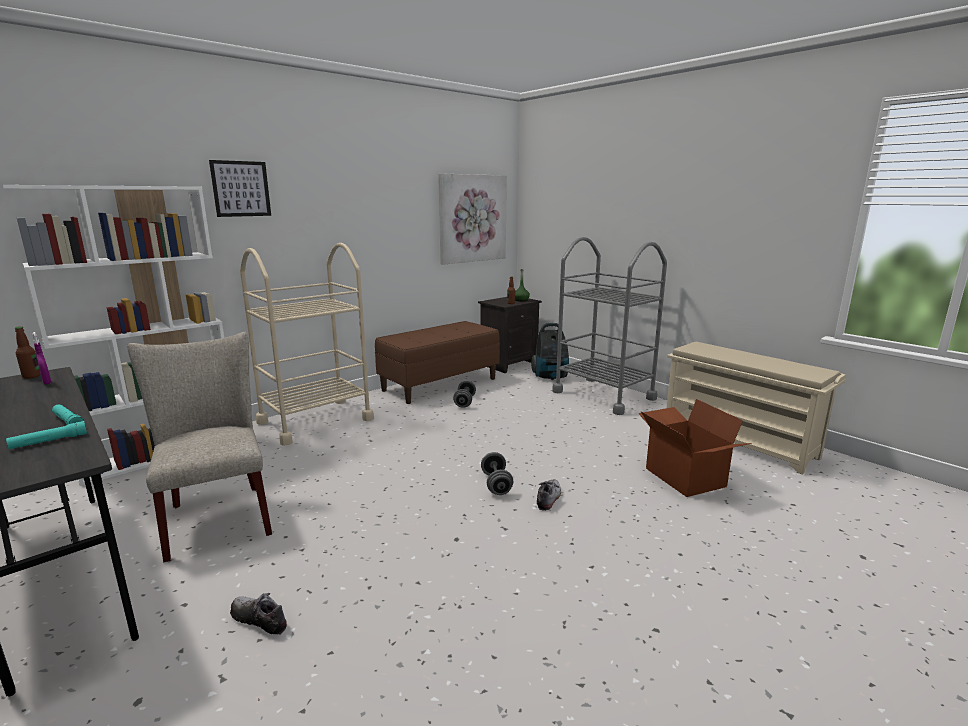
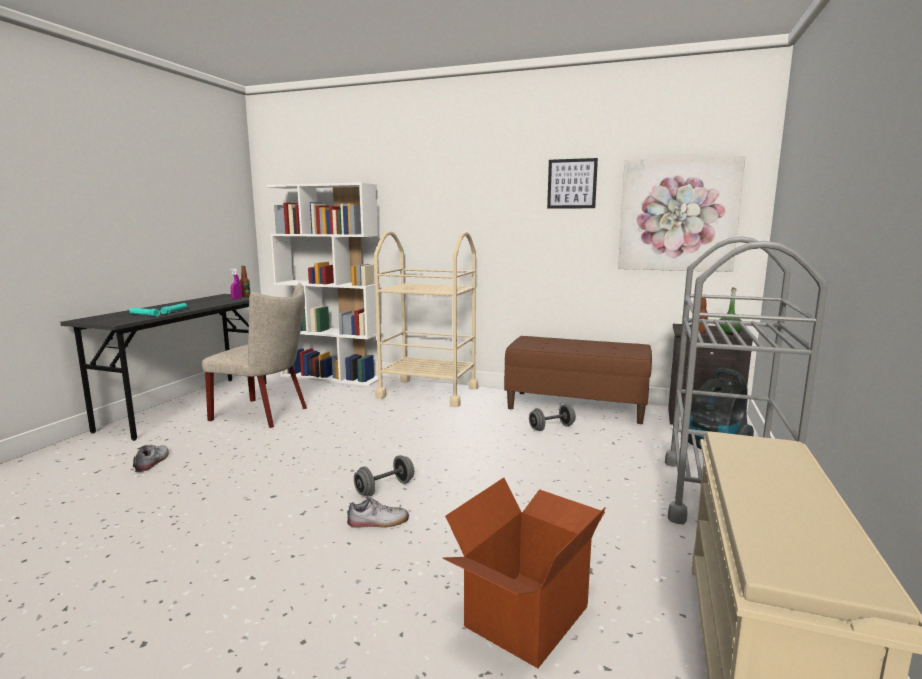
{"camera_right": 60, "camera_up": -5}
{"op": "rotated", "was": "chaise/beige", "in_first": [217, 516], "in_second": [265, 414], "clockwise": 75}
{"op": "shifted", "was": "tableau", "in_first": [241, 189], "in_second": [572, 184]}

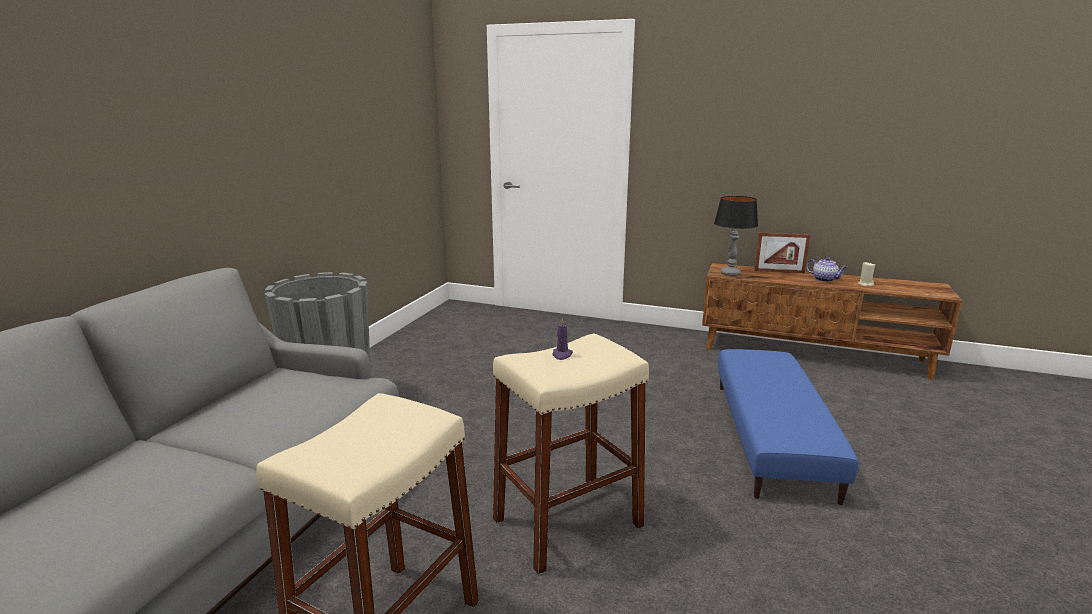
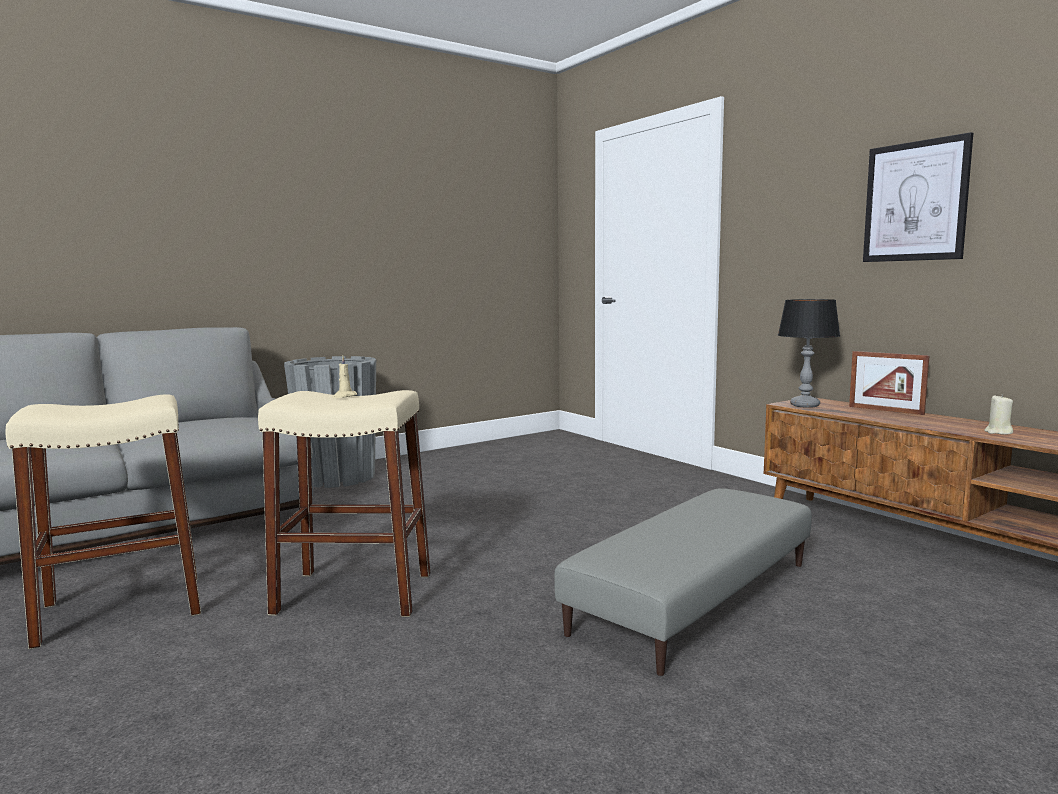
{"camera_right": 35, "camera_up": -10}
{"op": "repainted", "was": "bougie/violet", "now": "bougie/beige", "in_first": [562, 355], "in_second": [344, 396]}
{"op": "repainted", "was": "pouf/bleu", "now": "pouf/gris", "in_first": [772, 437], "in_second": [695, 597]}
{"op": "gone", "was": "théière", "in_first": [825, 279]}
{"op": "new", "now": "tableau", "in_second": [915, 201]}

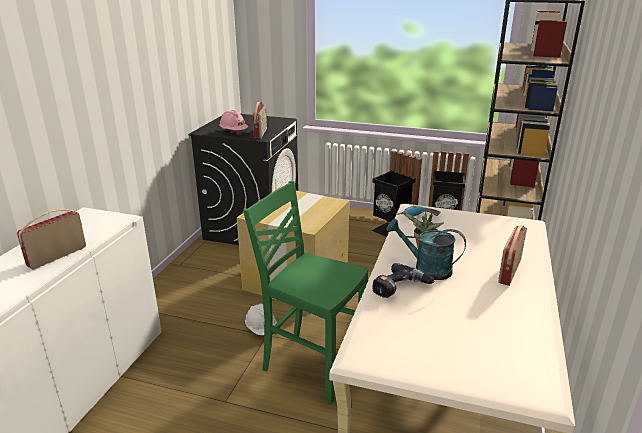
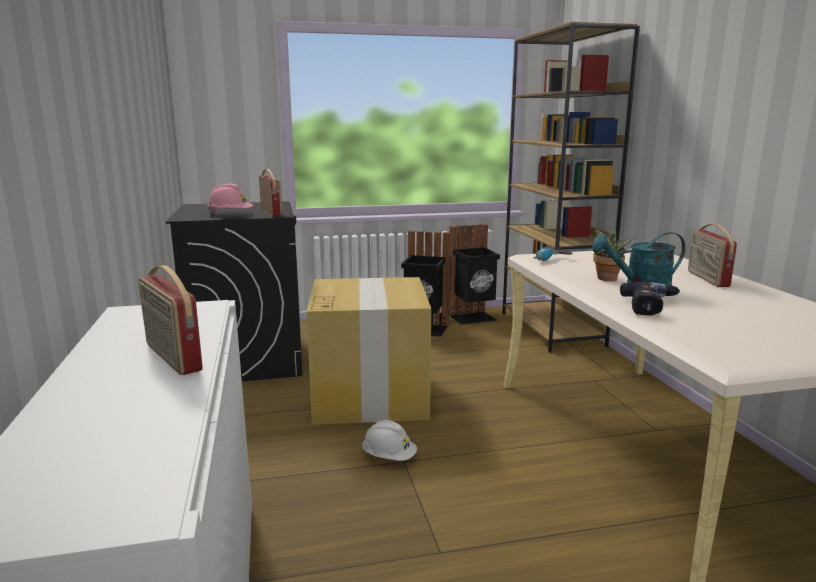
{"camera_right": -30, "camera_up": -10}
{"op": "rotated", "was": "radio", "in_first": [56, 256], "in_second": [171, 357], "clockwise": -45}
{"op": "gone", "was": "chaise/vert", "in_first": [311, 364]}

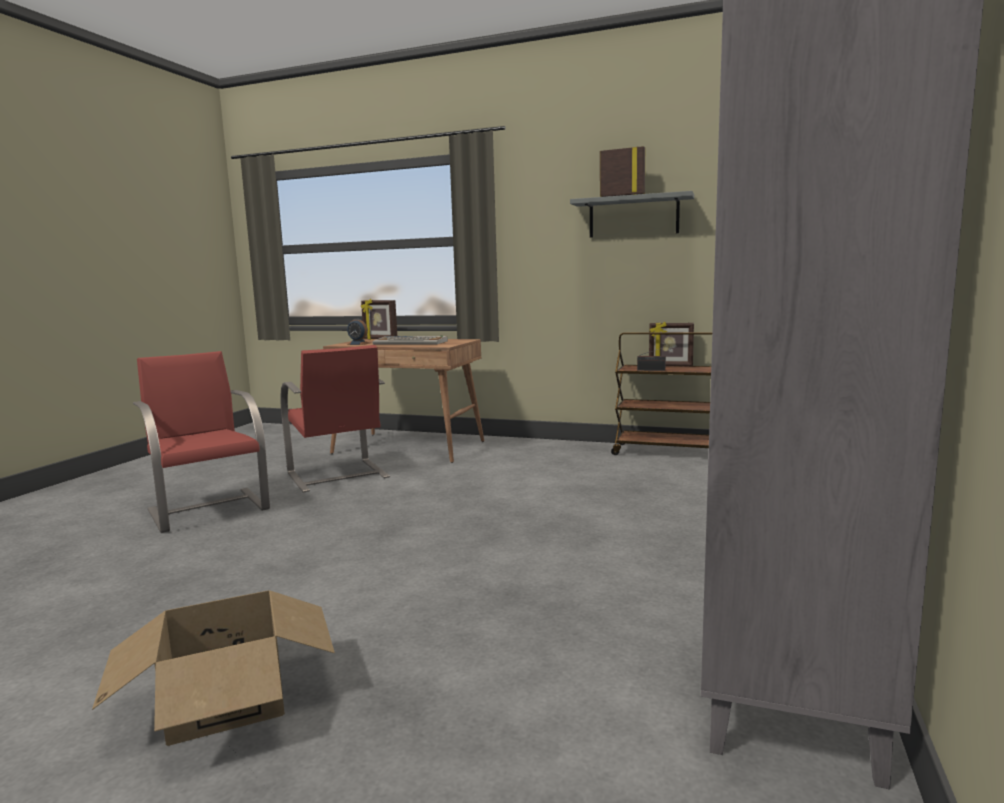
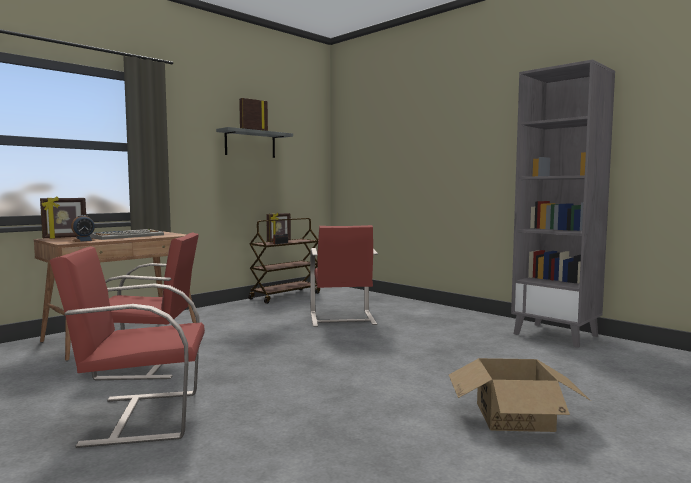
{"camera_right": -65, "camera_up": -5}
{"op": "new", "now": "chaise/rouge", "in_second": [342, 319]}

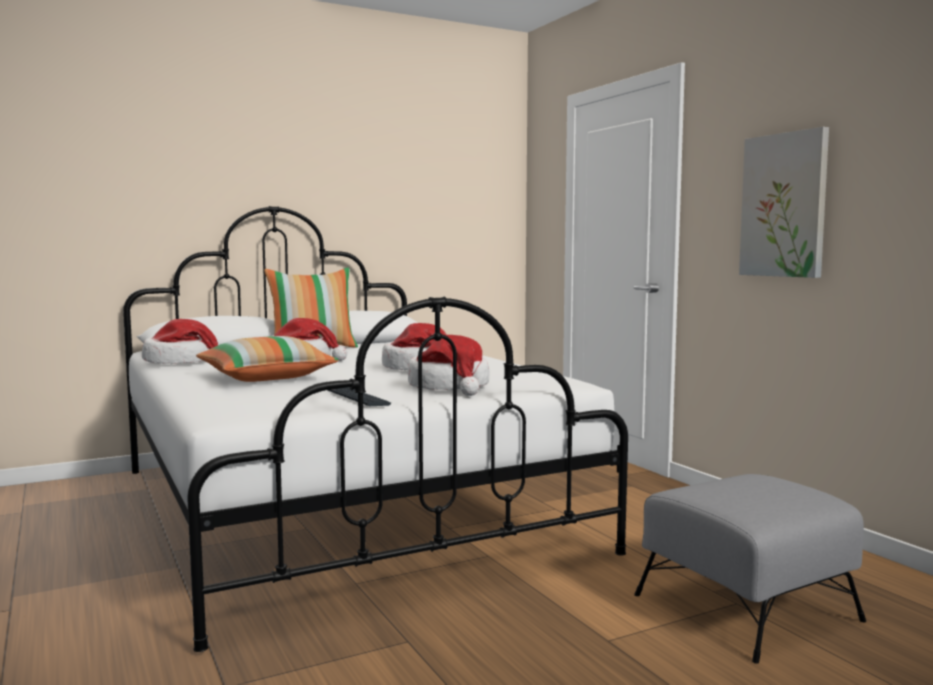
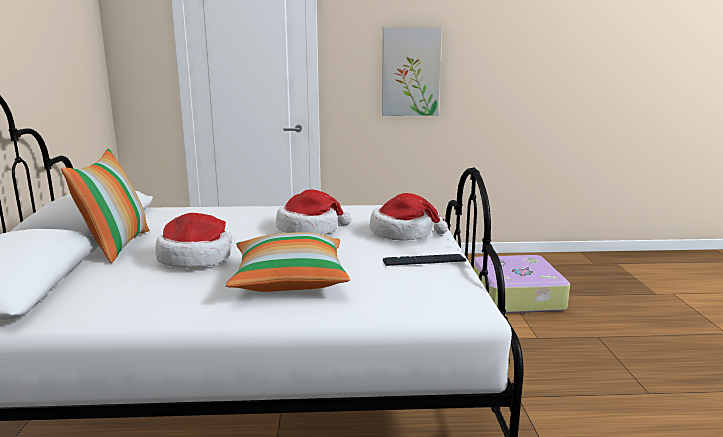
{"camera_right": -65, "camera_up": 10}
{"op": "gone", "was": "chapeau", "in_first": [181, 362]}
{"op": "swapped", "was": "pouf/gris", "now": "valise", "in_first": [744, 607], "in_second": [514, 297]}

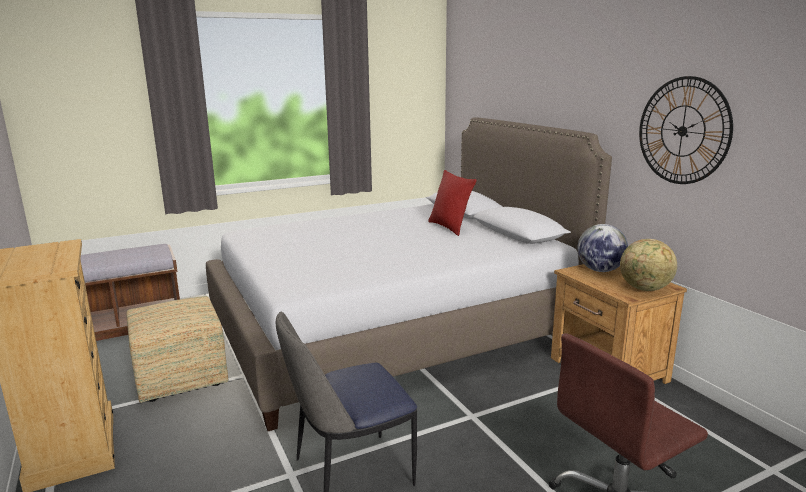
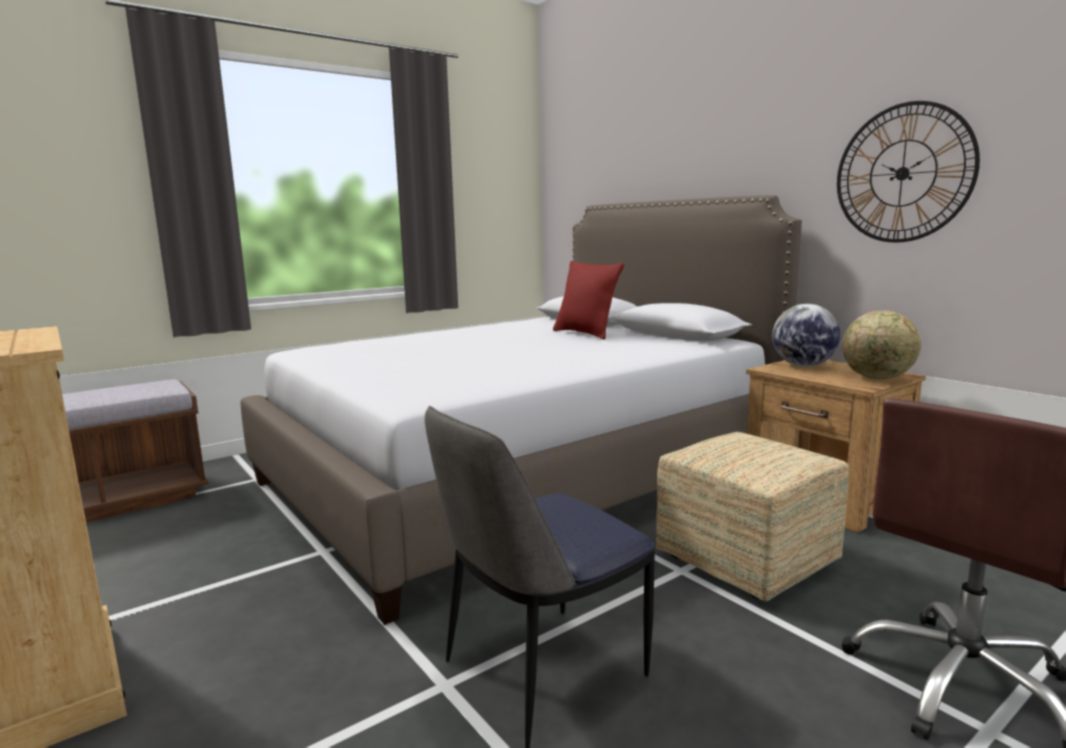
{"camera_right": -10, "camera_up": -5}
{"op": "shifted", "was": "pouf", "in_first": [182, 378], "in_second": [748, 561]}

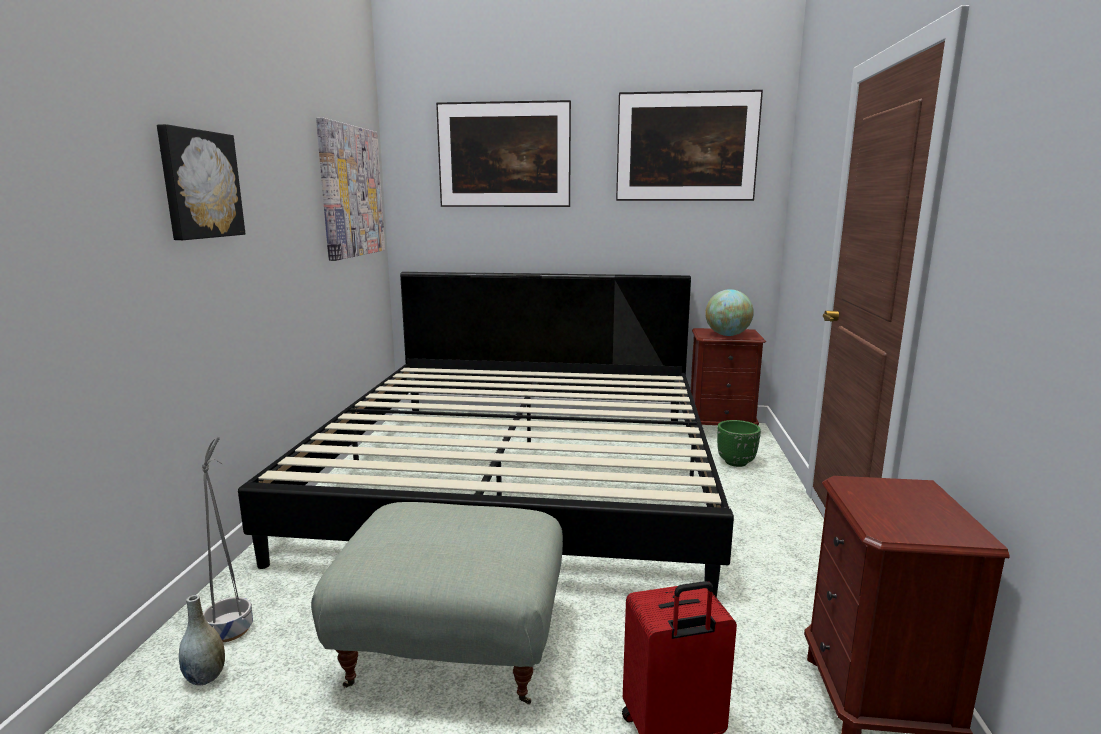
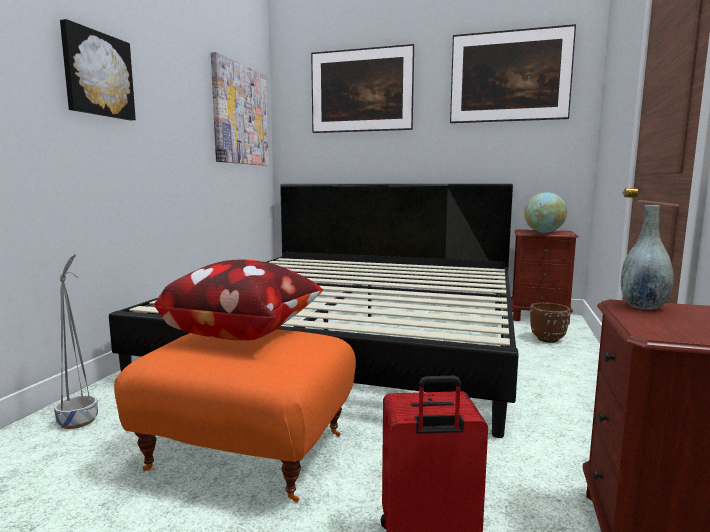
{"camera_right": 10, "camera_up": -5}
{"op": "shifted", "was": "vase/gris", "in_first": [205, 677], "in_second": [643, 306]}
{"op": "repainted", "was": "pouf/gris", "now": "pouf/orange", "in_first": [454, 646], "in_second": [249, 450]}
{"op": "repainted", "was": "cache-pot/vert", "now": "cache-pot/marron", "in_first": [736, 463], "in_second": [547, 340]}
{"op": "new", "now": "coussin", "in_second": [243, 333]}

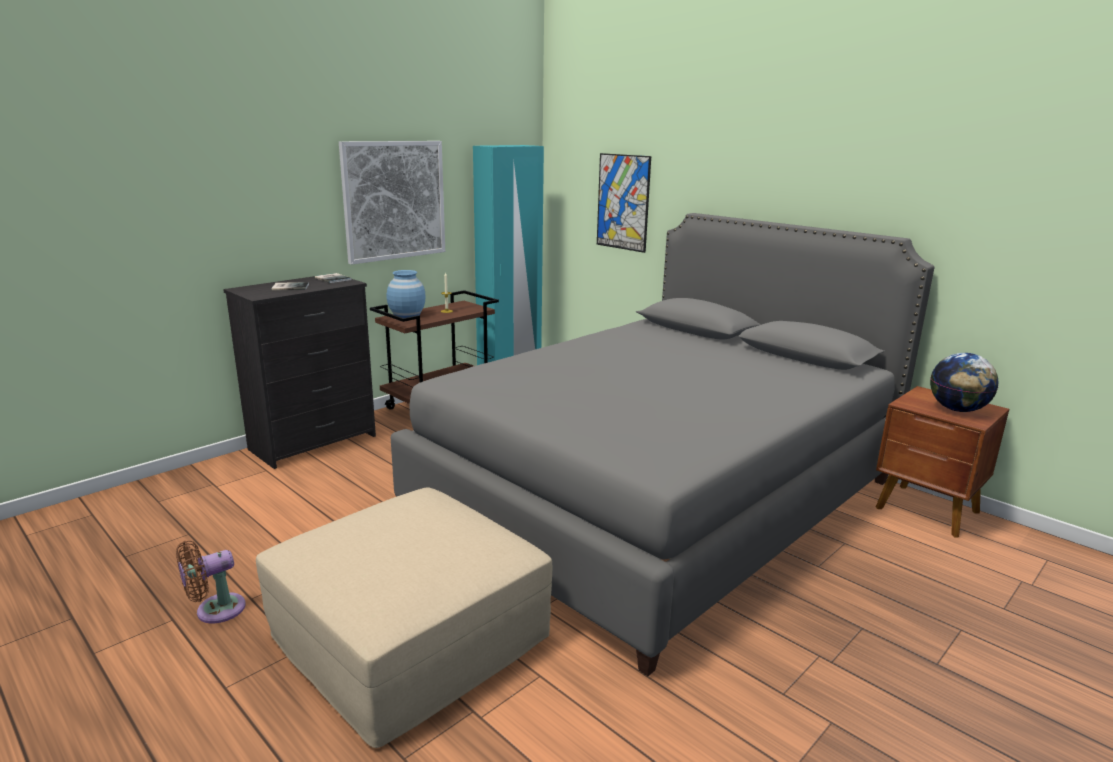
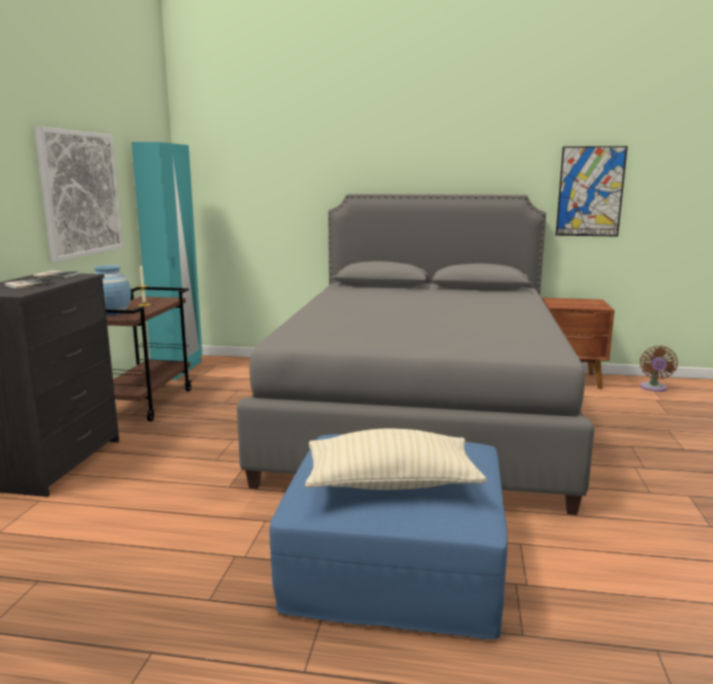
{"camera_right": -35, "camera_up": -5}
{"op": "shifted", "was": "ventilateur/marron", "in_first": [215, 611], "in_second": [653, 388]}
{"op": "repainted", "was": "pouf/beige", "now": "pouf/bleu", "in_first": [410, 635], "in_second": [395, 561]}
{"op": "shifted", "was": "tableau", "in_first": [623, 202], "in_second": [590, 191]}
{"op": "gone", "was": "globe", "in_first": [957, 410]}
{"op": "new", "now": "coussin/beige", "in_second": [391, 483]}

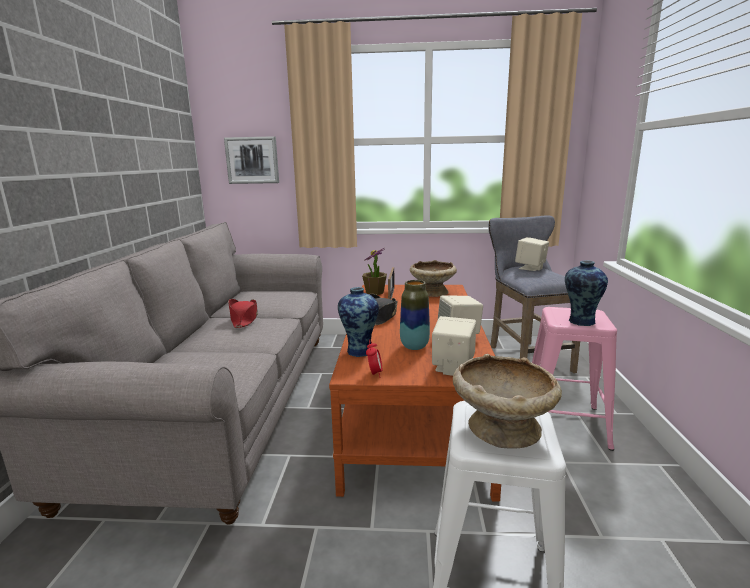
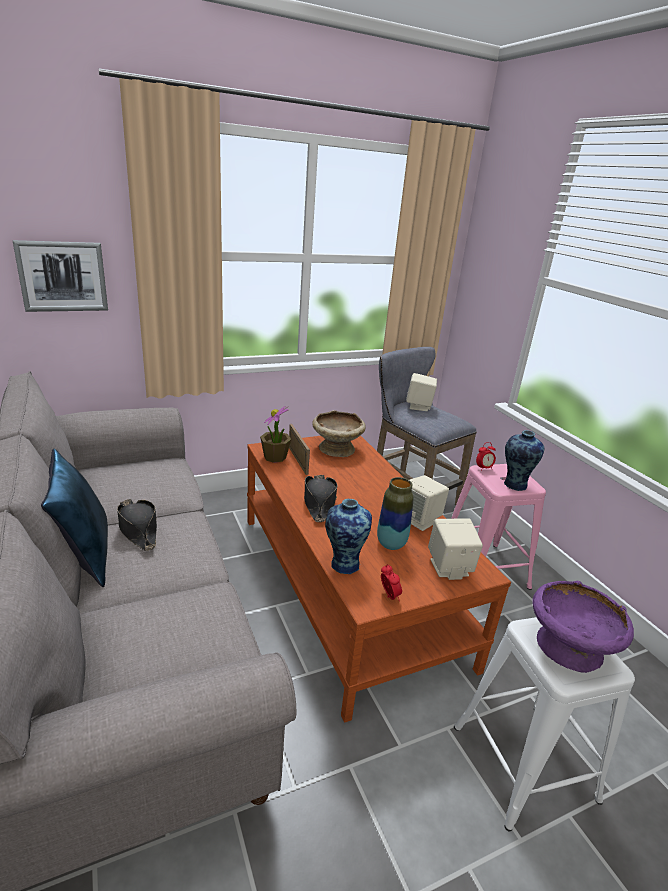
{"camera_right": -30, "camera_up": 10}
{"op": "repainted", "was": "chapeau/rouge", "now": "chapeau/noir", "in_first": [244, 319], "in_second": [138, 529]}
{"op": "repainted", "was": "bol/beige", "now": "bol/violet", "in_first": [501, 429], "in_second": [568, 648]}
{"op": "new", "now": "coussin/bleu", "in_second": [84, 555]}
{"op": "new", "now": "réveil", "in_second": [483, 468]}

